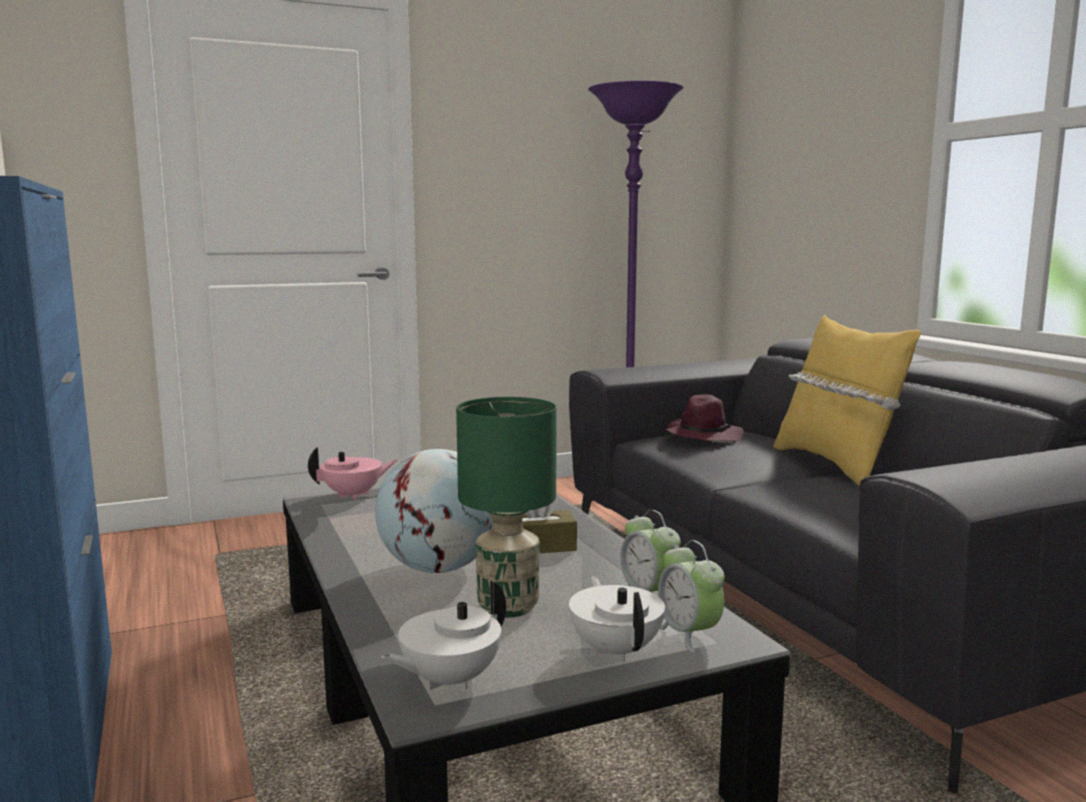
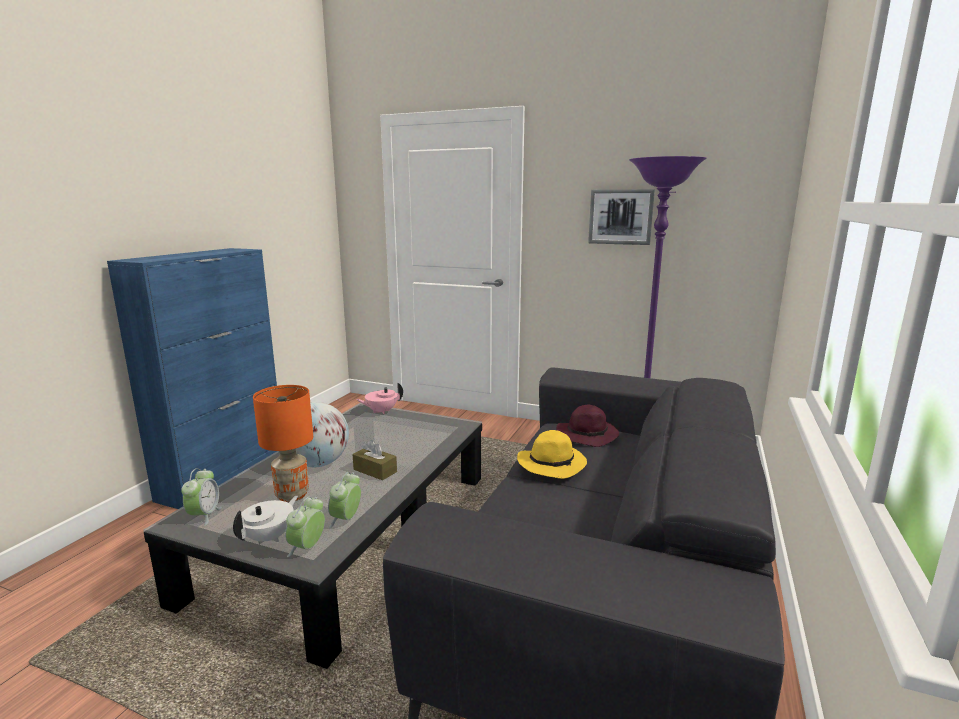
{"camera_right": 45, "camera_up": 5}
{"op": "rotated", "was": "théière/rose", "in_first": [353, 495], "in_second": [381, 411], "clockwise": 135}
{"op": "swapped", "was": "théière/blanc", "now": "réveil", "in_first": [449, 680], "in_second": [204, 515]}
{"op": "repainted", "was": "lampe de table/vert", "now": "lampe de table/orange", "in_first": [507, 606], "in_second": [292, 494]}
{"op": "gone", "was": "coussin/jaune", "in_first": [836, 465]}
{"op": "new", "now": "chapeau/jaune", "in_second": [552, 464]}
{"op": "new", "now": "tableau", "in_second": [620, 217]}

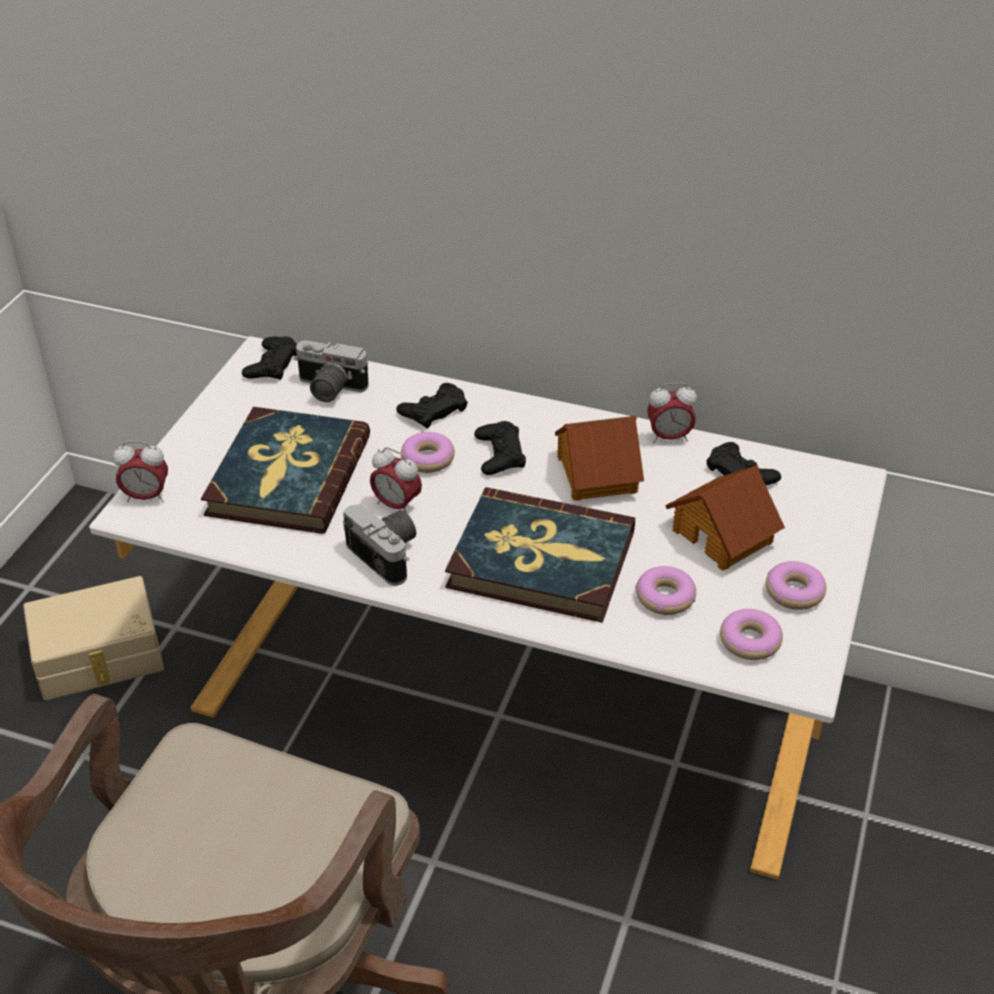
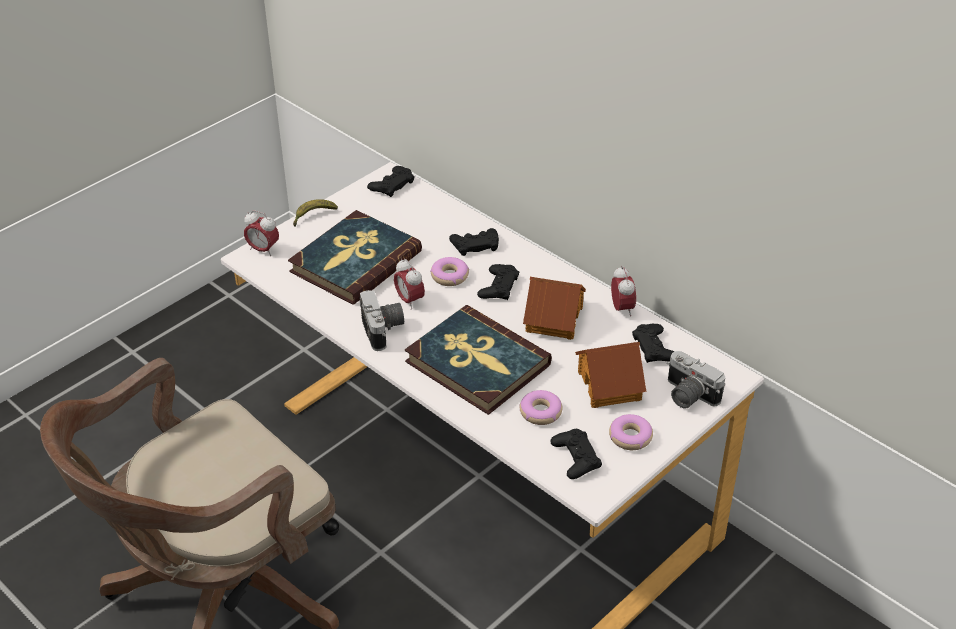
{"camera_right": 25, "camera_up": 0}
{"op": "gone", "was": "boîte de rangement/beige", "in_first": [99, 657]}
{"op": "shifted", "was": "appareil photo", "in_first": [328, 389], "in_second": [687, 395]}
{"op": "rotated", "was": "réveil", "in_first": [669, 437], "in_second": [622, 309], "clockwise": -120}
{"op": "swapped", "was": "beignet", "now": "manette/noir", "in_first": [749, 641], "in_second": [576, 458]}
{"op": "new", "now": "banane", "in_second": [313, 216]}

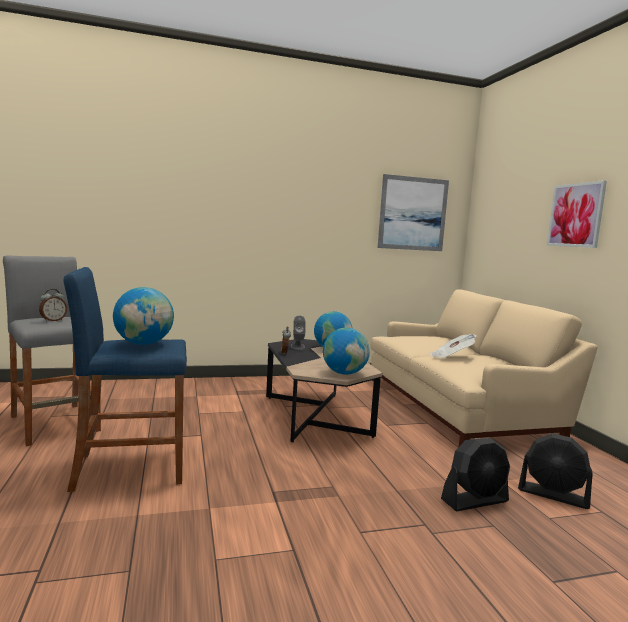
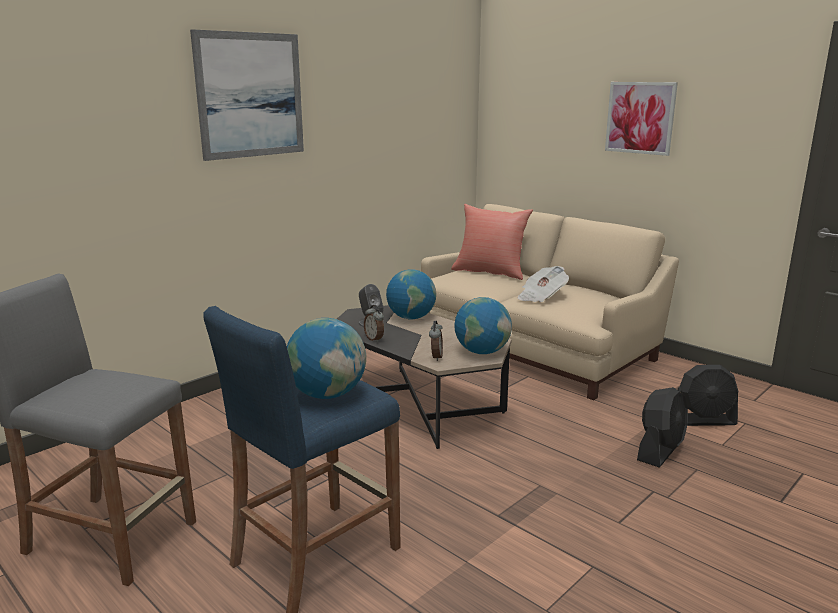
{"camera_right": -30, "camera_up": 10}
{"op": "shifted", "was": "réveil", "in_first": [53, 320], "in_second": [435, 357]}
{"op": "shifted", "was": "tableau", "in_first": [413, 213], "in_second": [250, 95]}
{"op": "new", "now": "coussin/rouge", "in_second": [490, 272]}

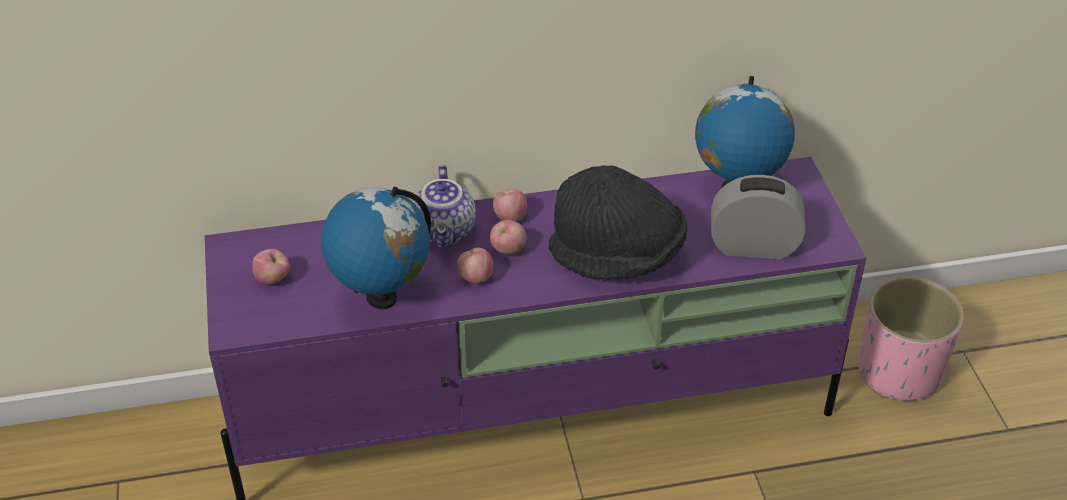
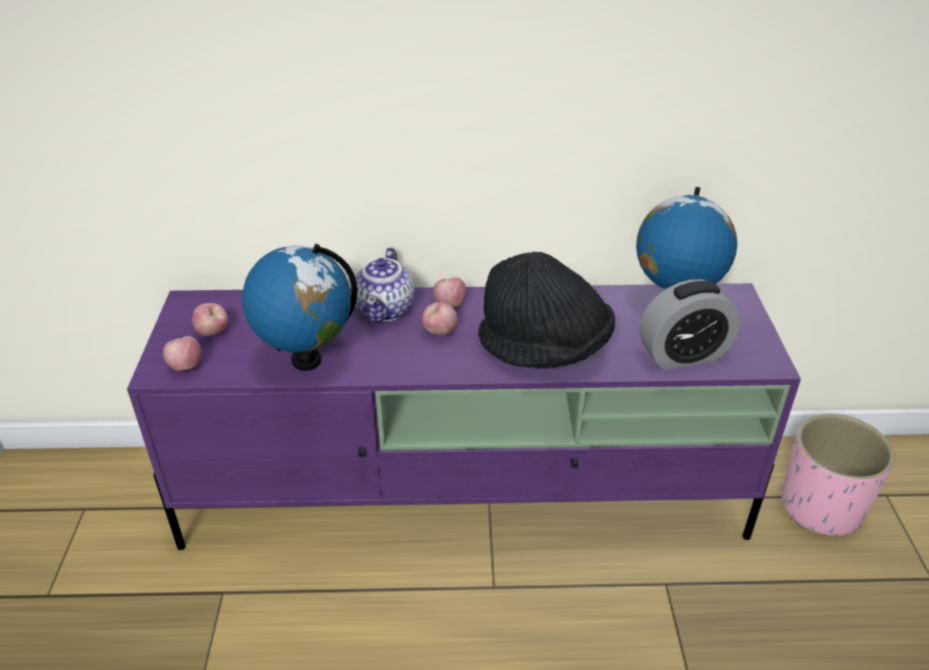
{"camera_right": 10, "camera_up": -5}
{"op": "shifted", "was": "pomme", "in_first": [475, 277], "in_second": [186, 366]}
{"op": "rotated", "was": "réveil", "in_first": [753, 246], "in_second": [683, 355], "clockwise": 150}

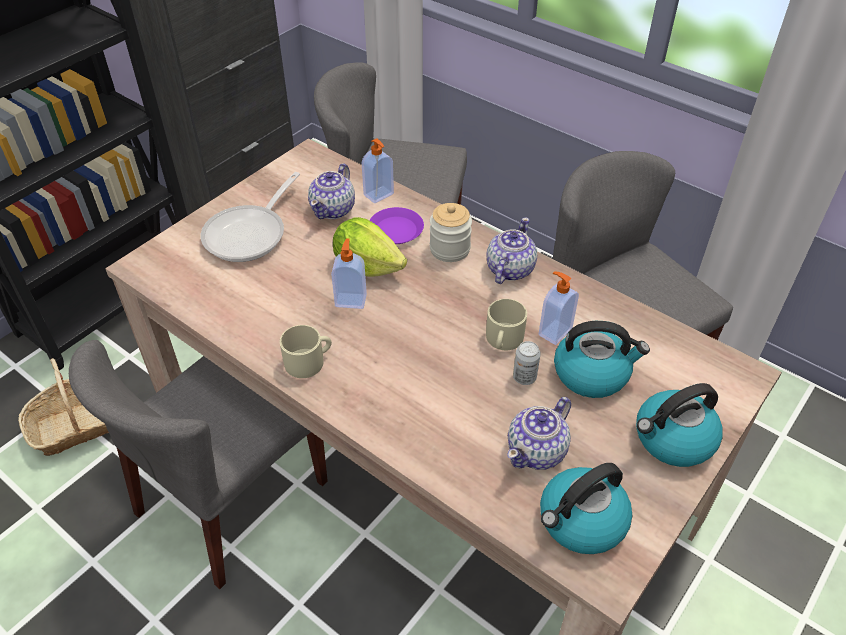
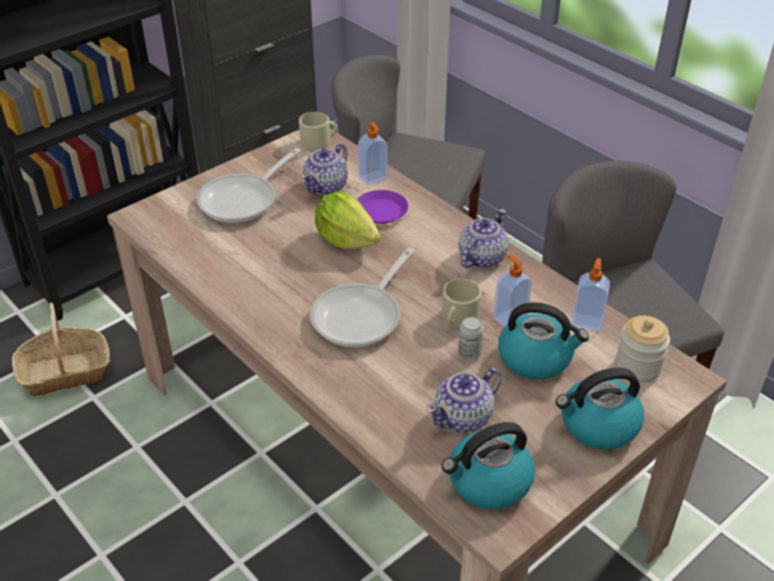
{"camera_right": 10, "camera_up": -5}
{"op": "gone", "was": "chaise/gris", "in_first": [232, 499]}
{"op": "shifted", "was": "mug/beige", "in_first": [309, 361], "in_second": [319, 142]}
{"op": "shifted", "was": "distributeur de savon", "in_first": [351, 300], "in_second": [587, 321]}
{"op": "shifted", "was": "bocal", "in_first": [450, 249], "in_second": [638, 366]}
{"op": "new", "now": "poêle", "in_second": [361, 315]}

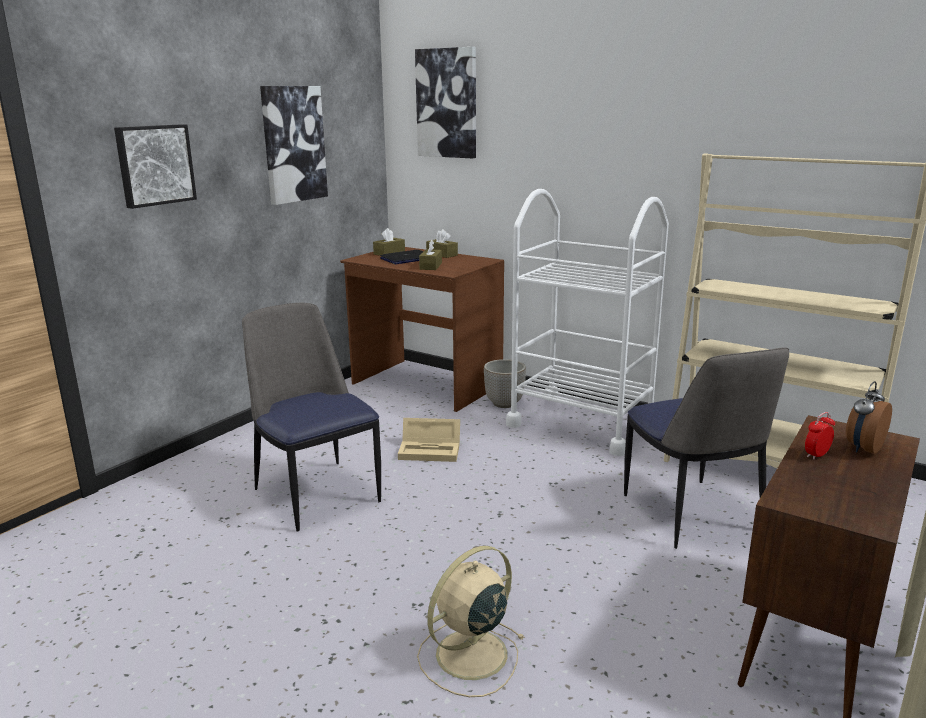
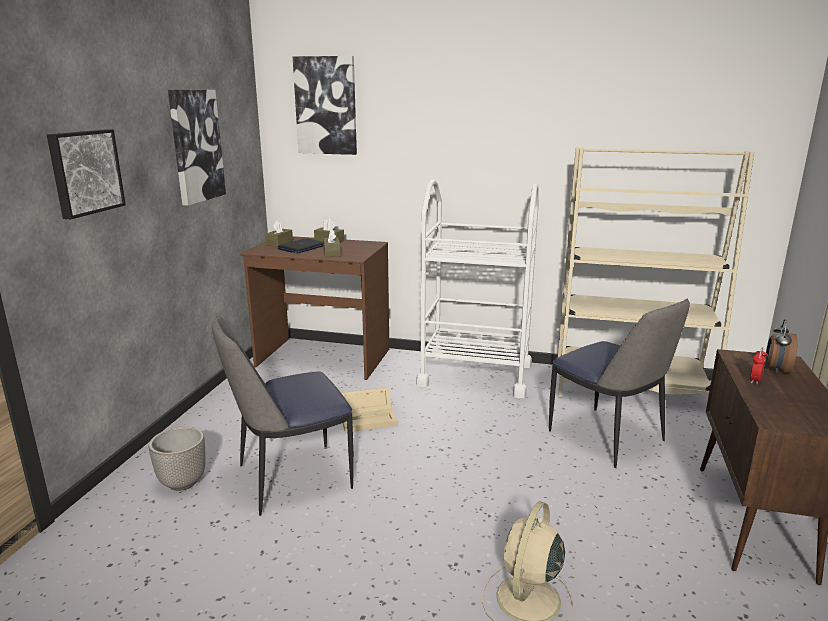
{"camera_right": -20, "camera_up": 0}
{"op": "rotated", "was": "chaise", "in_first": [316, 493], "in_second": [291, 478], "clockwise": -60}
{"op": "shifted", "was": "cache-pot", "in_first": [504, 403], "in_second": [182, 482]}

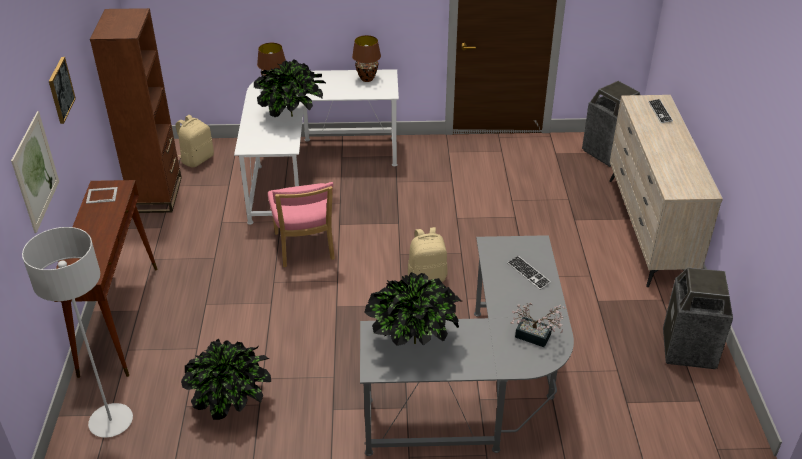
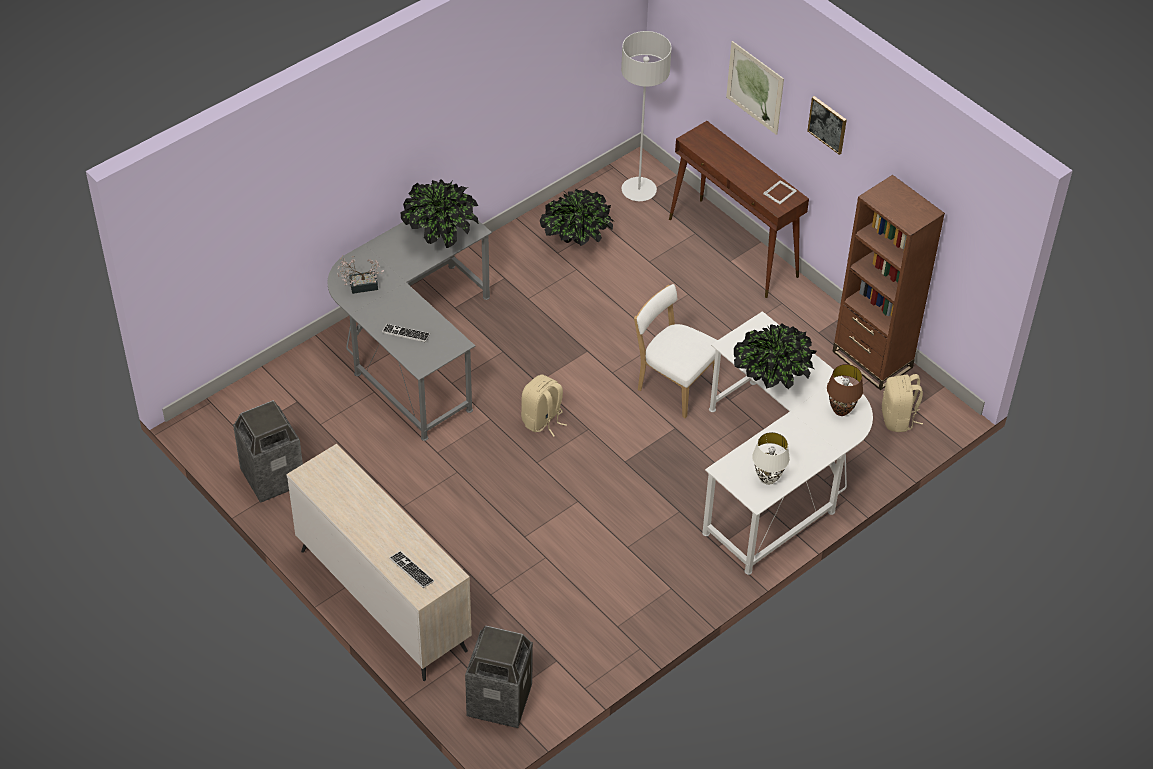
{"camera_right": 140, "camera_up": 10}
{"op": "repainted", "was": "chaise/rose", "now": "chaise/blanc", "in_first": [305, 249], "in_second": [674, 385]}
{"op": "repainted", "was": "lampe de table/marron", "now": "lampe de table/blanc", "in_first": [367, 79], "in_second": [768, 479]}

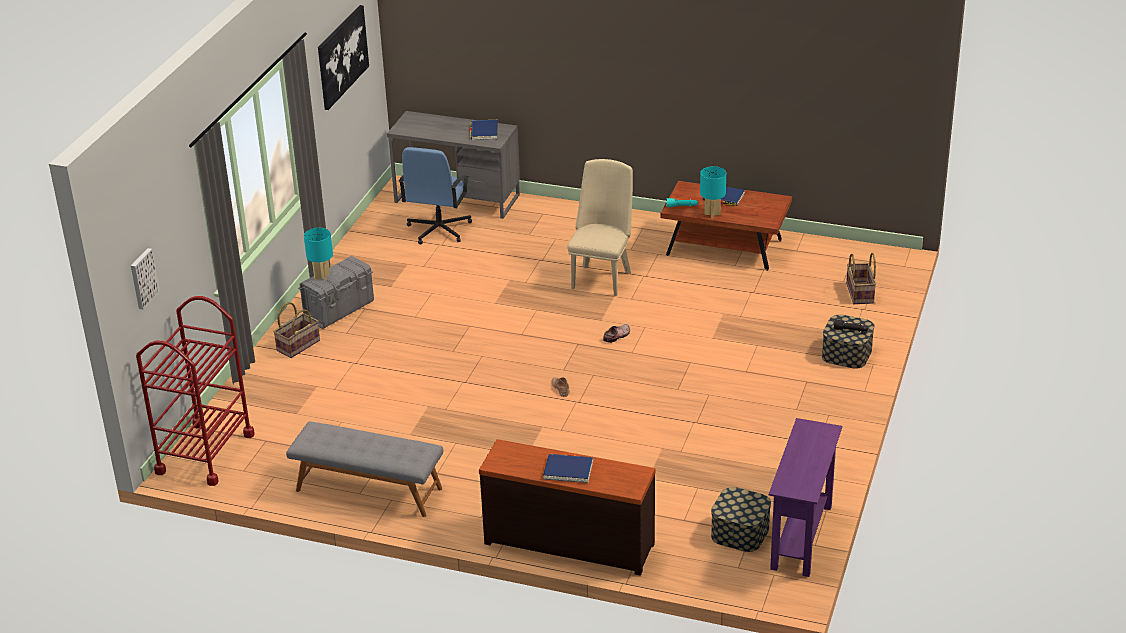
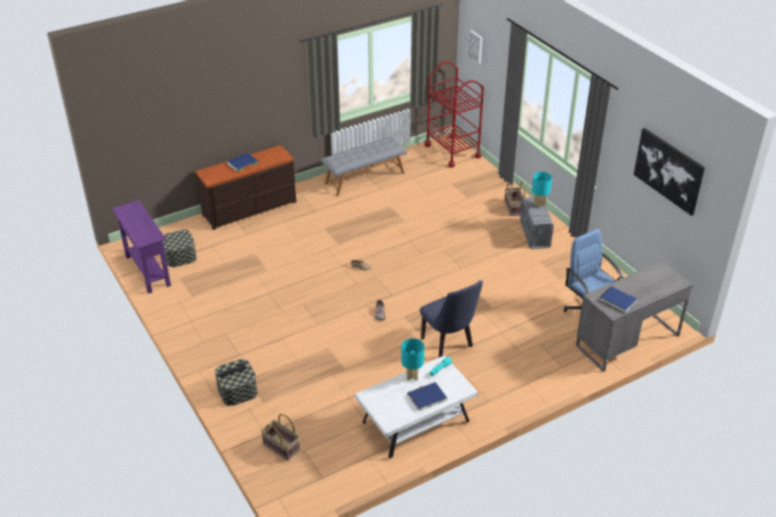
{"camera_right": 130, "camera_up": 5}
{"op": "repainted", "was": "chaise/beige", "now": "chaise/bleu", "in_first": [602, 277], "in_second": [449, 345]}
{"op": "repainted", "was": "table basse/marron", "now": "table basse/blanc", "in_first": [724, 247], "in_second": [415, 423]}

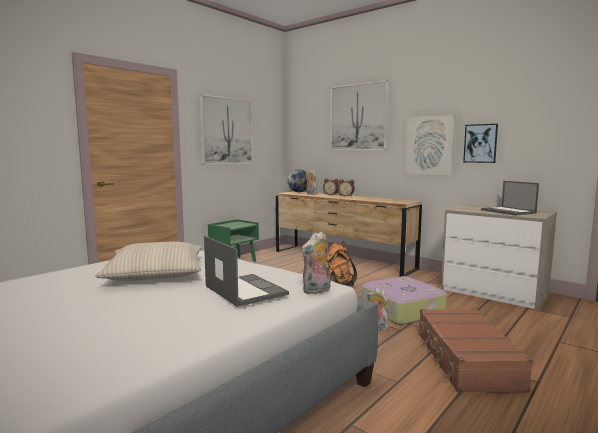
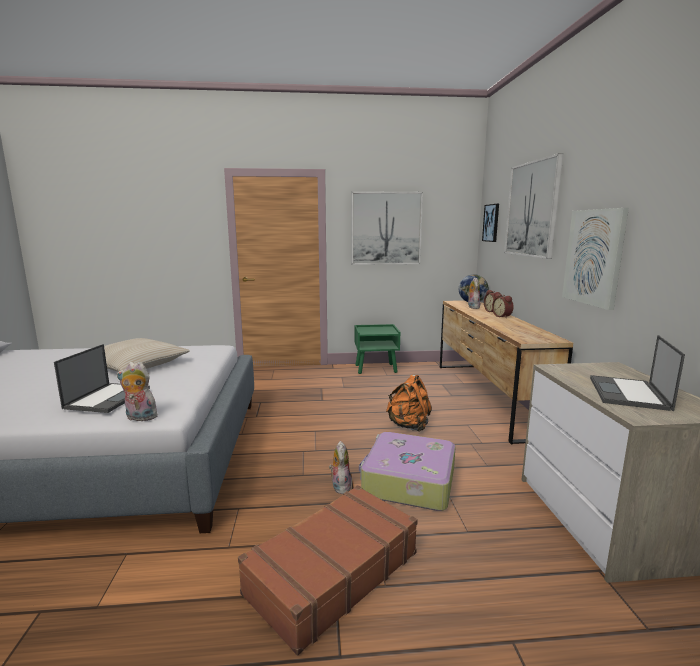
{"camera_right": 45, "camera_up": 5}
{"op": "shifted", "was": "tableau", "in_first": [480, 143], "in_second": [491, 223]}

